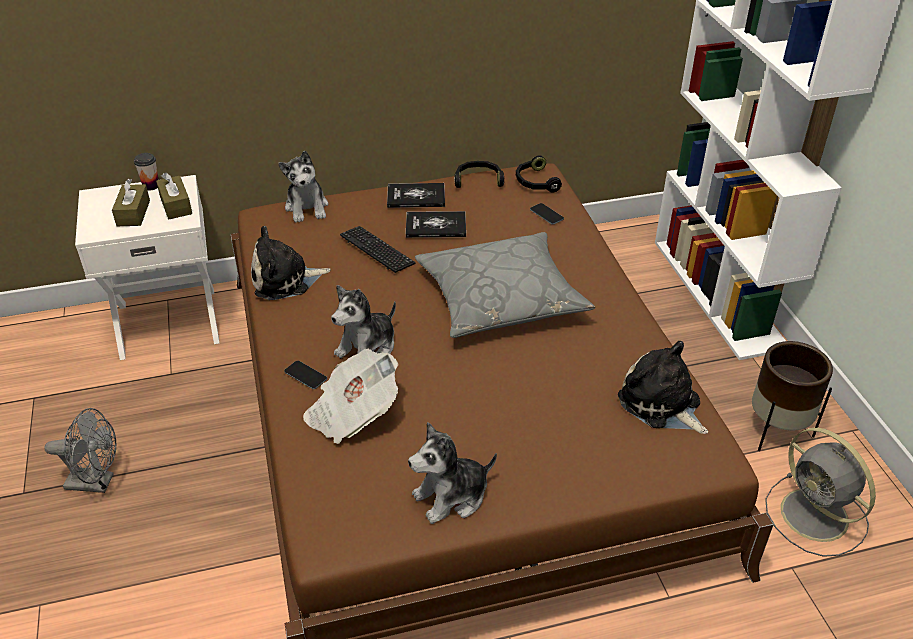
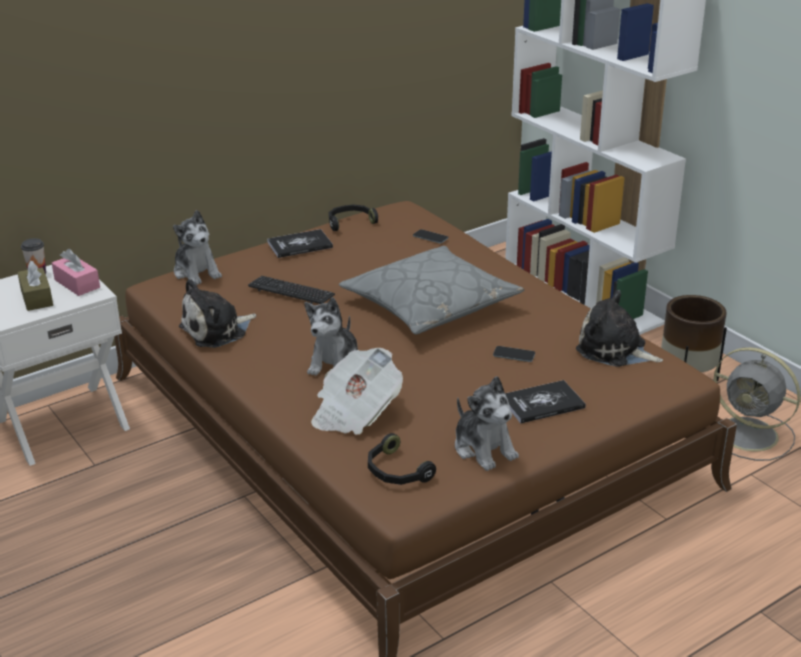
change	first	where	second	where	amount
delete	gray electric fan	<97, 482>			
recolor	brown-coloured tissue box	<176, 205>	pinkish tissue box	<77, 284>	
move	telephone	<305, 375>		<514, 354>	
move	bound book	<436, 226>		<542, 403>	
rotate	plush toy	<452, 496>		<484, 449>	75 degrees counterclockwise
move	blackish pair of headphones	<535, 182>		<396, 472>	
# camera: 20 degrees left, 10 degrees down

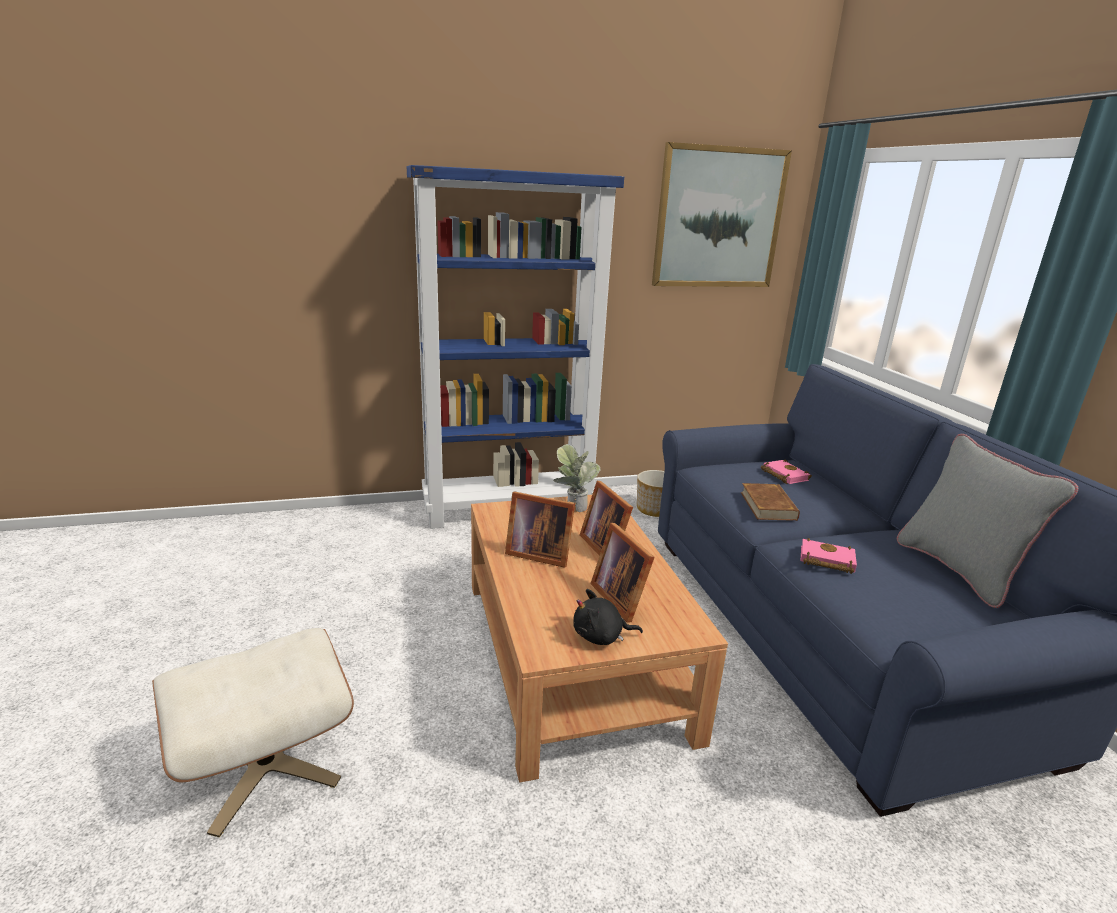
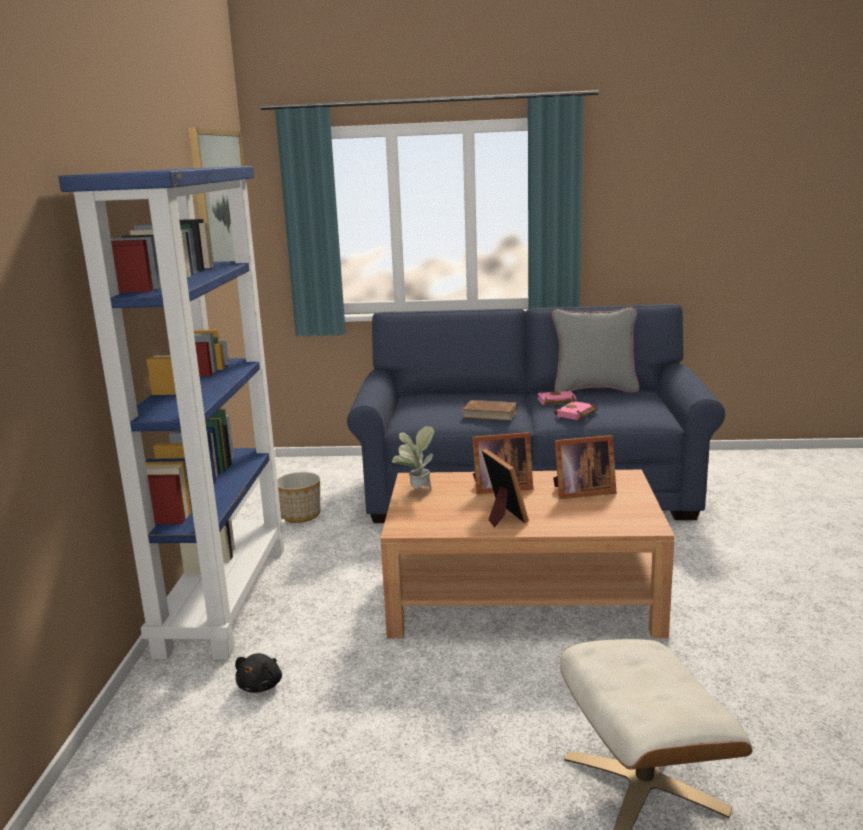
change	first	where	second	where	amount
rotate	standing frame	<537, 553>		<501, 514>	60 degrees counterclockwise
move	blackish plush toy	<601, 636>		<261, 685>	
move	pinkish bound book	<782, 475>		<556, 402>	
# camera: 70 degrees left, 5 degrees down

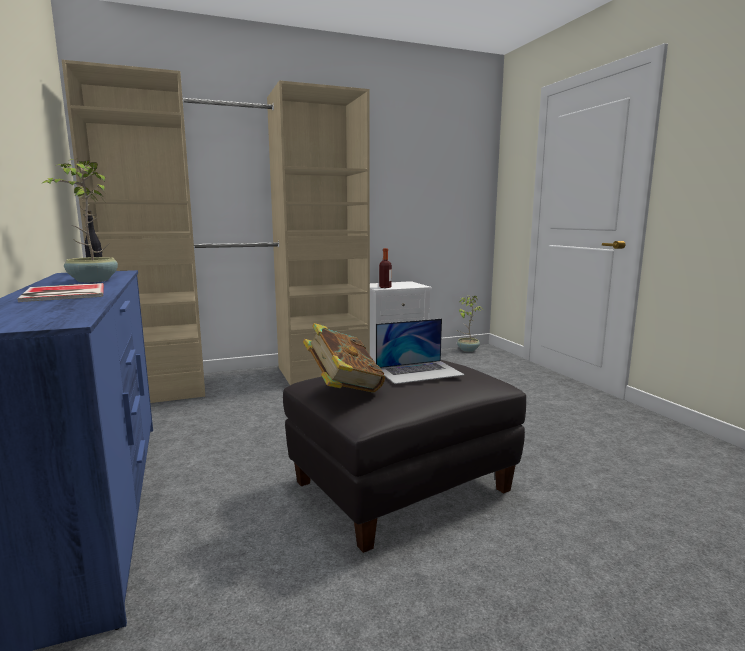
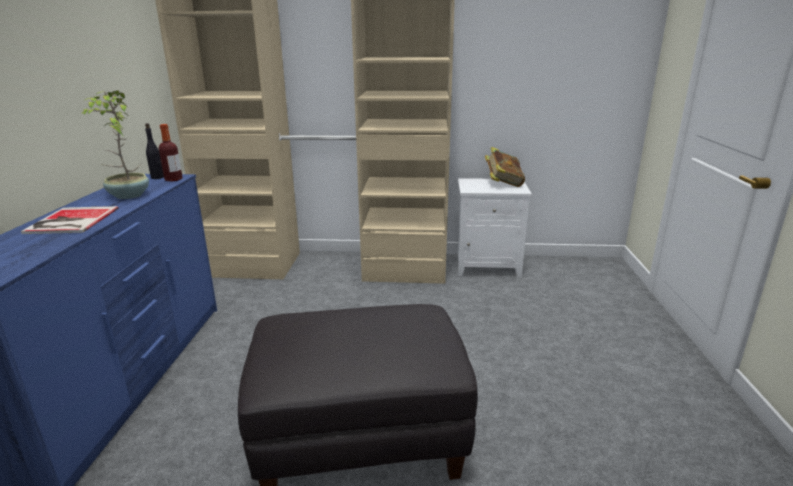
change	first	where	second	where	amount
move	bound book	<343, 388>		<503, 183>	
delete	laptop	<419, 371>			
move	beverage bottle	<385, 287>		<173, 179>	
delete	houseplant	<467, 350>			
# camera: 25 degrees right, 10 degrees up

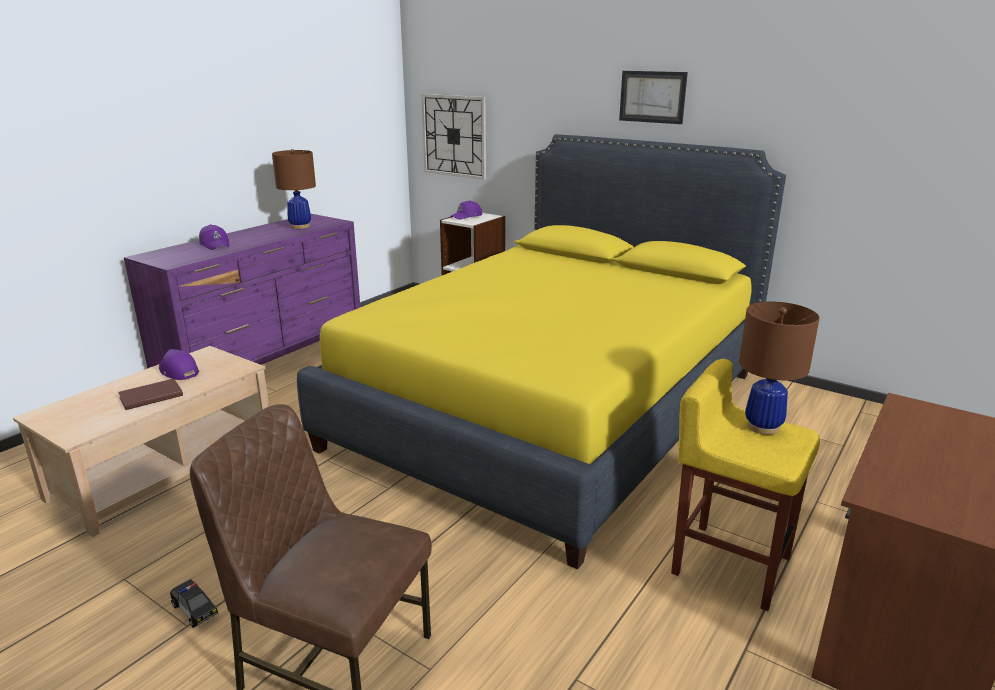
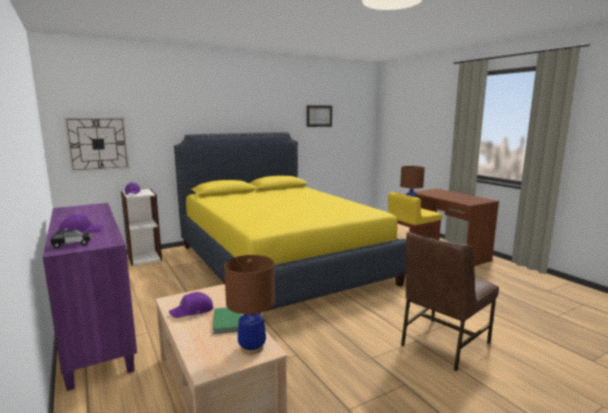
change	first	where	second	where	amount
recolor	brown-coloured bound book	<150, 396>	green-coloured bound book	<226, 322>	
move	toy car	<195, 610>		<71, 244>	
move	brown-coloured table lamp	<300, 226>		<252, 347>	
move	picture	<652, 97>		<319, 116>	
# camera: 65 degrees left, 10 degrees down

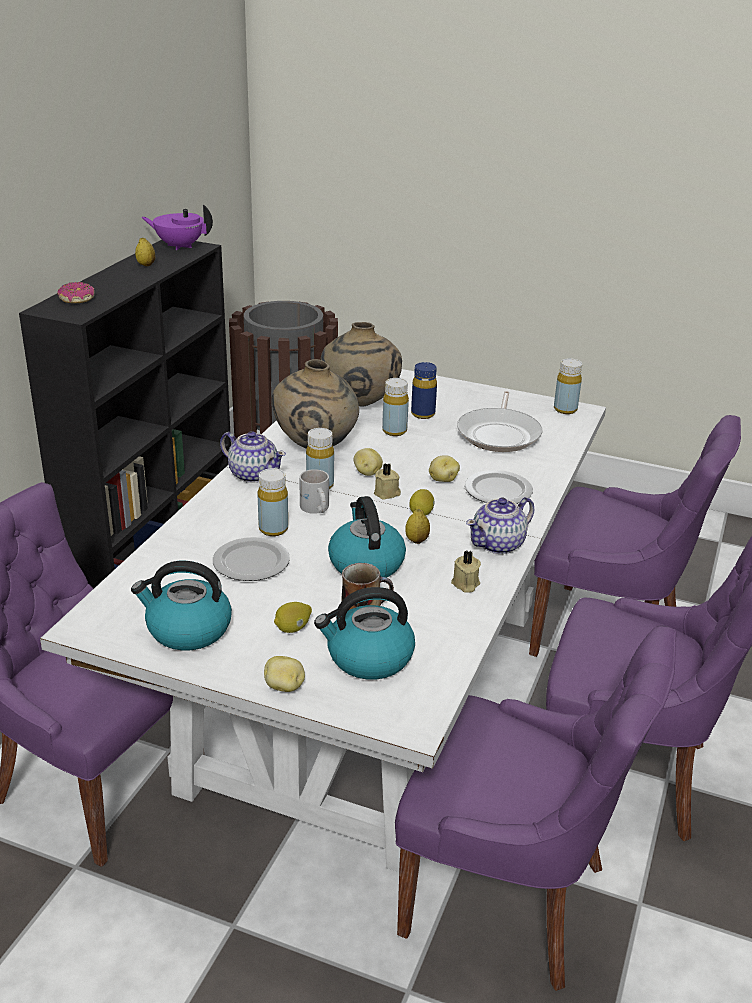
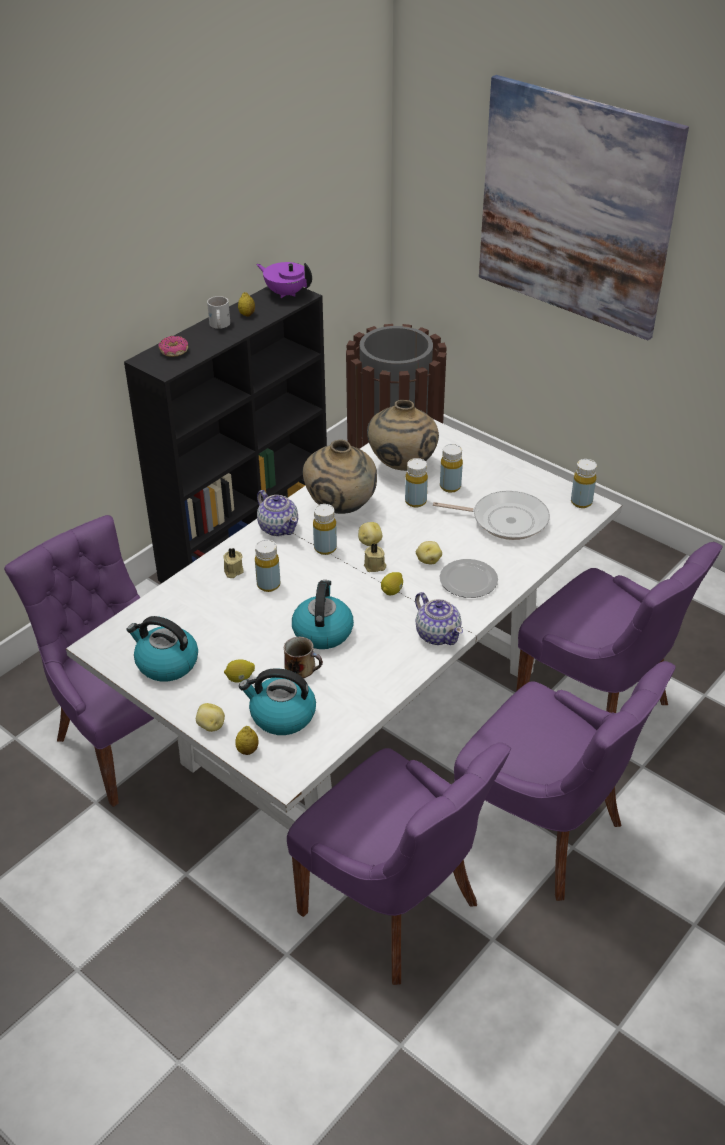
change	first	where	second	where	amount
delete	dinner plate	<252, 563>			
move	white-coloured coffee mug	<315, 509>		<218, 325>	
move	lemon	<417, 540>		<247, 750>	
recolor	bluish beverage bottle	<423, 414>	yellow beverage bottle	<450, 487>	
move	beige wax light	<465, 584>		<233, 571>	
rotate	pan	<499, 434>		<505, 520>	105 degrees counterclockwise
rotate	tea pot	<499, 544>		<437, 634>	105 degrees counterclockwise
insert			picture	<575, 208>	
# camera: 20 degrees right, 10 degrees up

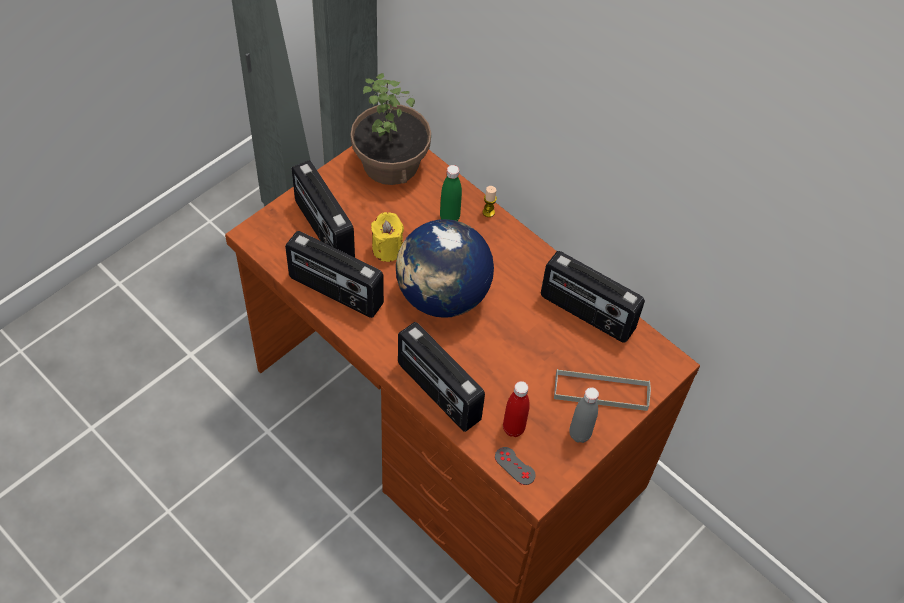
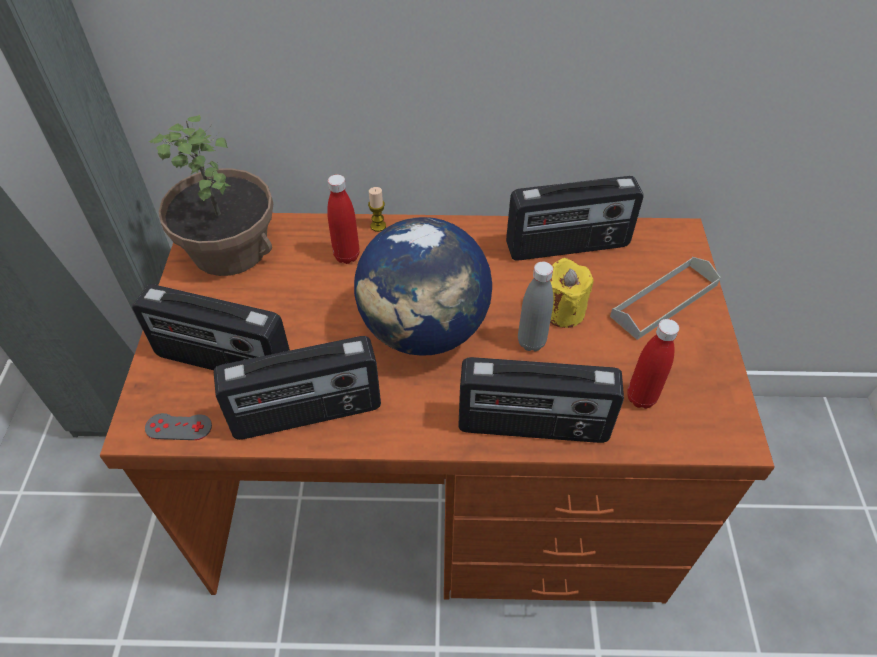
change	first	where	second	where	amount
move	yellow wax light	<387, 249>		<563, 311>	
recolor	green-coloured beverage bottle	<449, 218>	red-coloured beverage bottle	<347, 256>	
move	gray game controller	<515, 466>		<178, 427>	
move	gray beverage bottle	<579, 434>		<531, 342>	
# camera: 40 degrees left, 5 degrees down

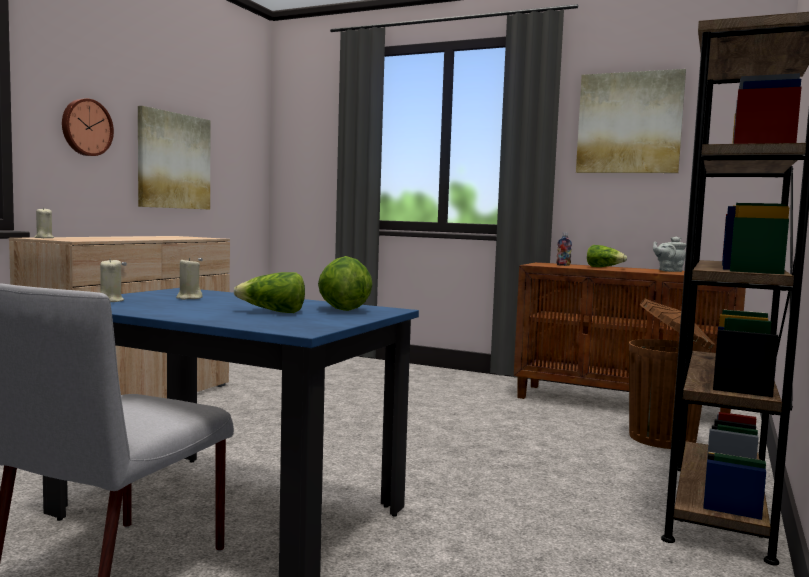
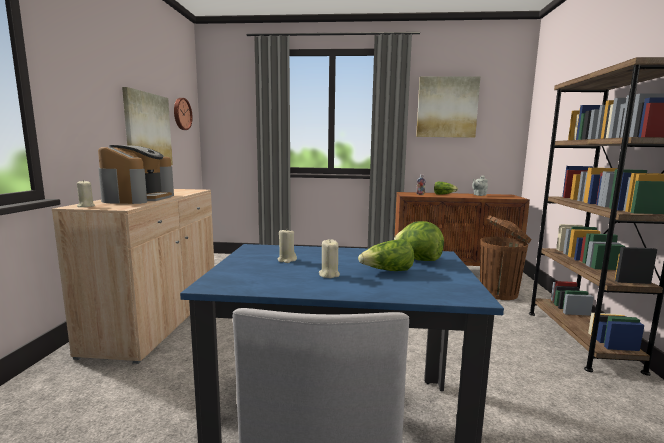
change	first	where	second	where	amount
move	clock on the wall	<86, 127>		<181, 114>	
move	beige wax light	<110, 301>		<329, 275>	
insert			coffee machine	<138, 198>	
# camera: 20 degrees left, 5 degrees up

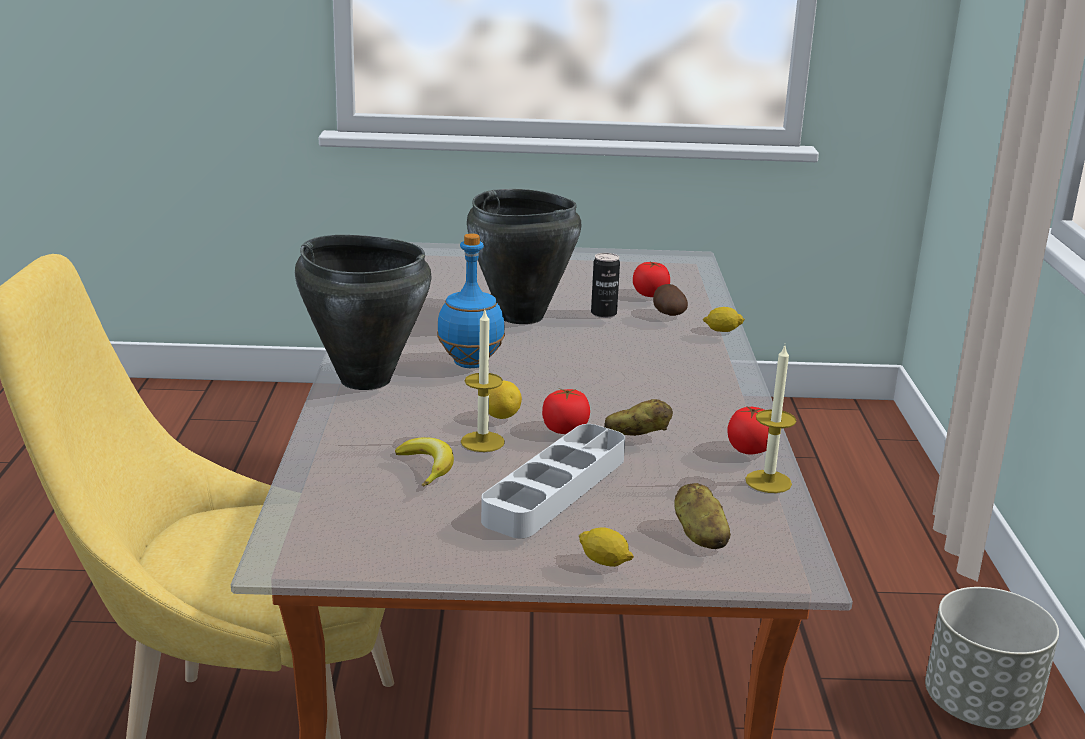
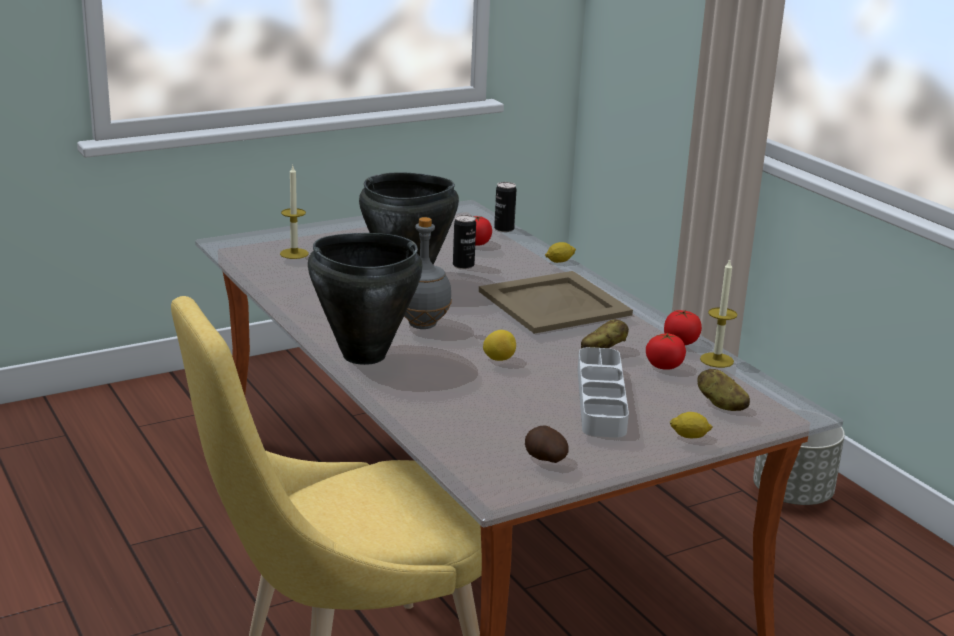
change	first	where	second	where	amount
delete	whole banana	<427, 467>			
recolor	bluish beverage bottle	<469, 363>	gray beverage bottle	<421, 325>	
move	wax light	<482, 442>		<294, 253>	
move	fresh tomato	<565, 429>		<664, 366>	
move	spud	<667, 314>		<544, 459>	
insert			beige carrying tray	<553, 303>	
insert			sealed can	<504, 229>	
# camera: 30 degrees left, 0 degrees up

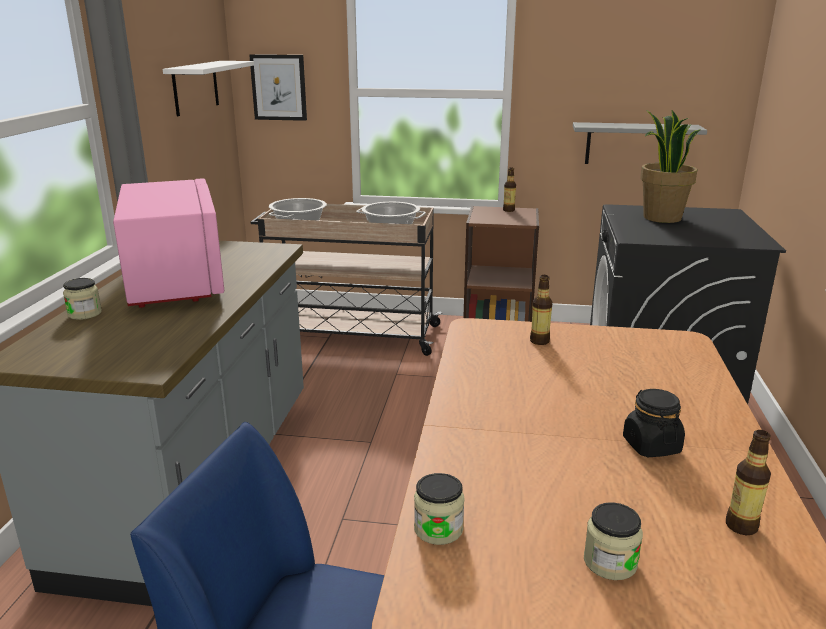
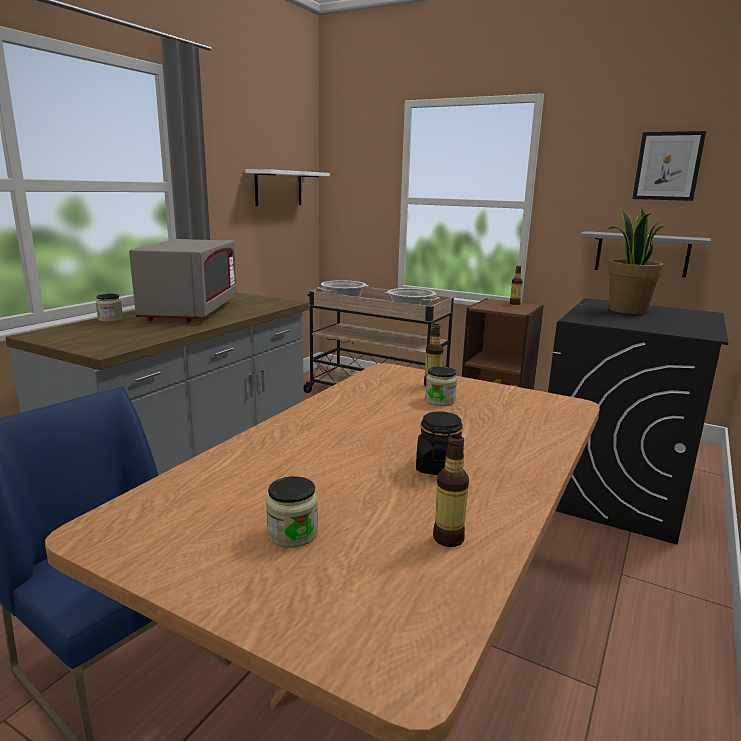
change	first	where	second	where	amount
recolor	pinkish microwave oven	<176, 281>	gray microwave oven	<191, 311>	
move	picture	<279, 87>		<668, 166>	
move	preserve jar	<438, 529>		<440, 401>	
# camera: 20 degrees right, 5 degrees down

